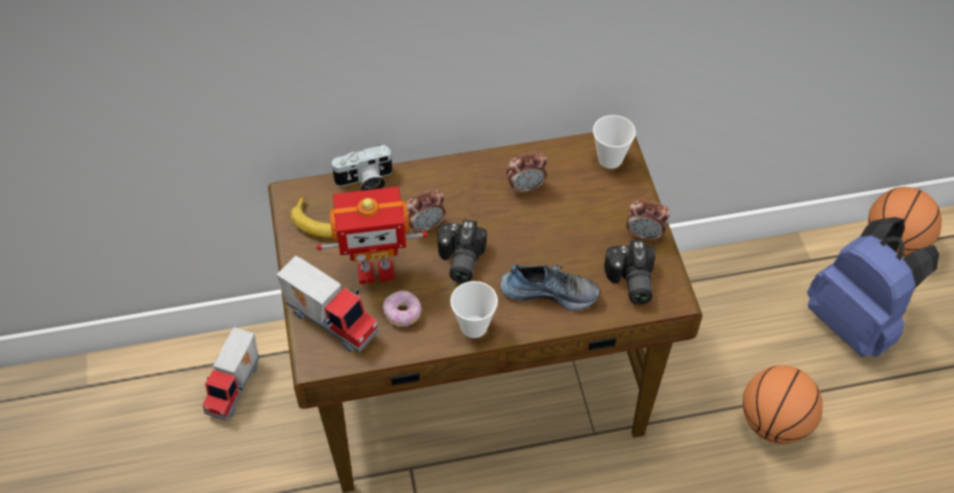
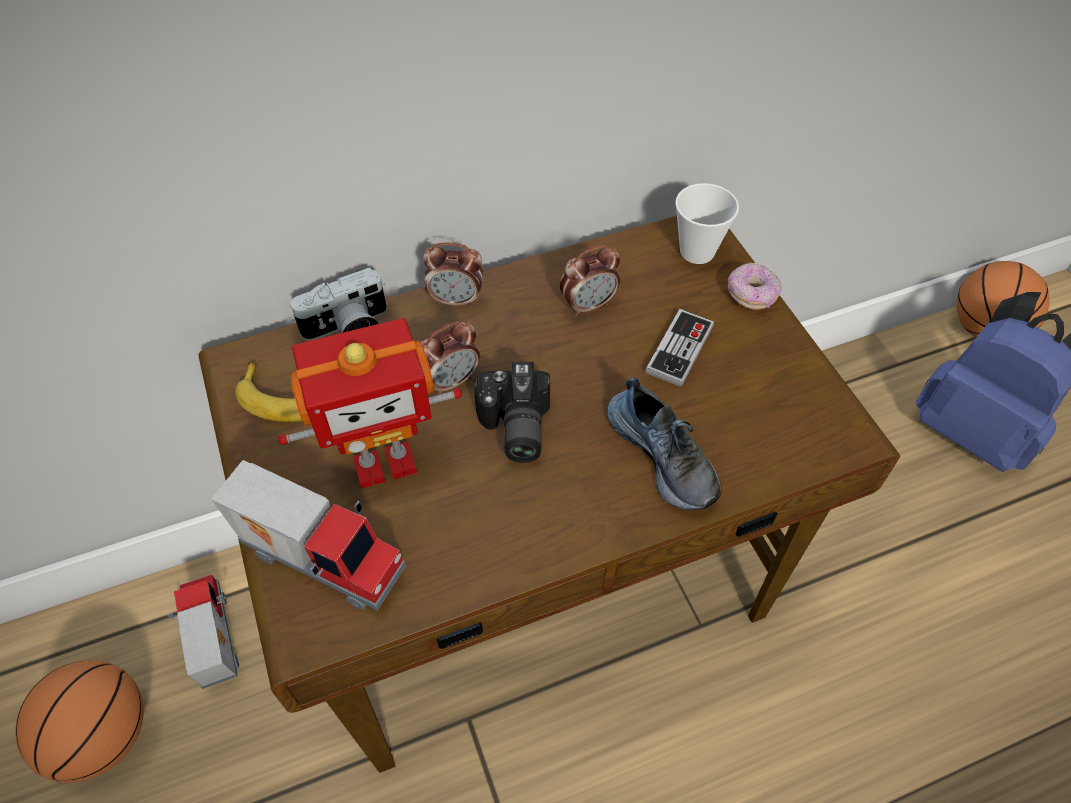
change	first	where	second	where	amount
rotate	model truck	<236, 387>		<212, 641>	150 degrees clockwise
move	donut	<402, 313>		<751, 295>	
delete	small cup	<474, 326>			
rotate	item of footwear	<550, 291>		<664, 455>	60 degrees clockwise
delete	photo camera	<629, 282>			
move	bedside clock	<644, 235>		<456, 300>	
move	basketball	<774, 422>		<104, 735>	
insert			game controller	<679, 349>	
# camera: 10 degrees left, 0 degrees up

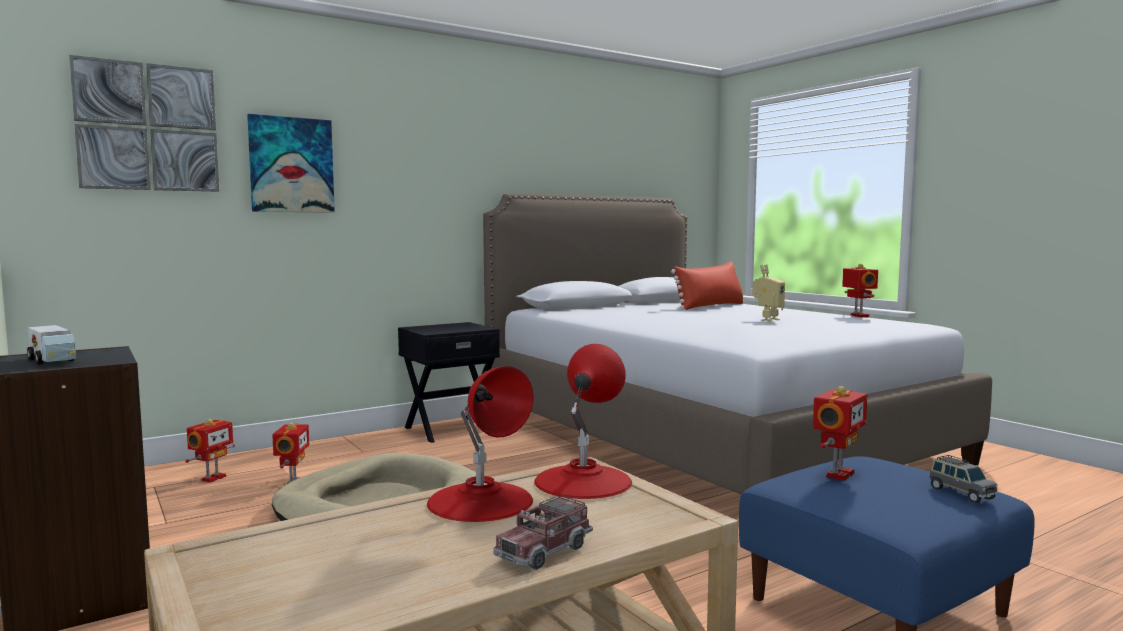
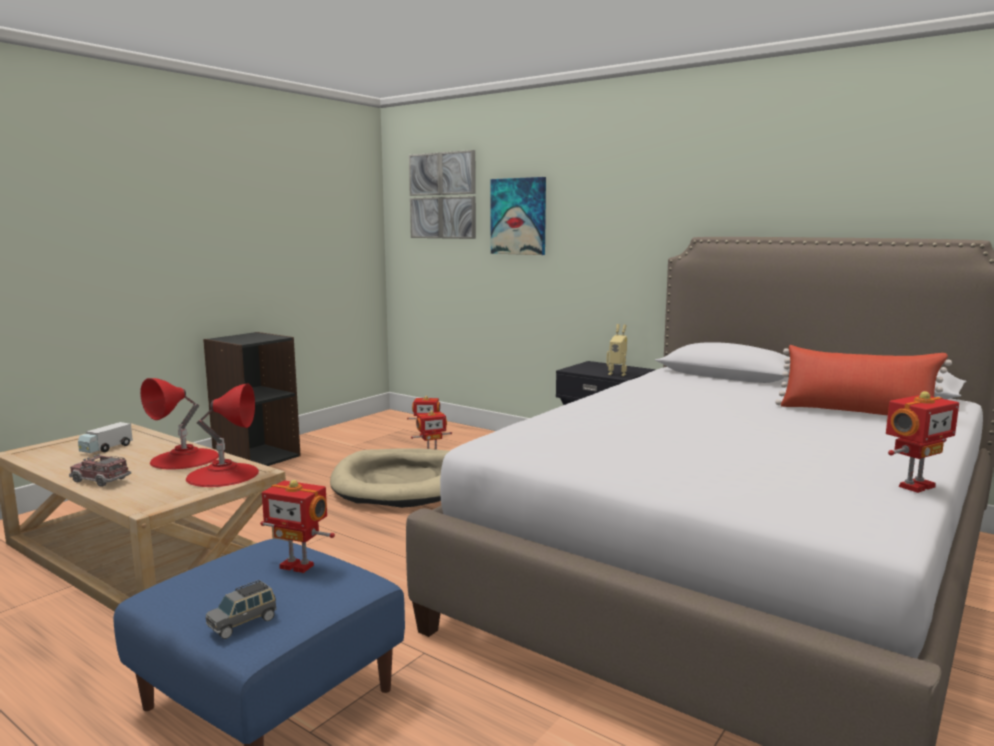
change	first	where	second	where	amount
move	model truck	<53, 361>		<106, 448>	
move	toy robot	<767, 320>		<617, 374>	
# camera: 70 degrees right, 5 degrees up

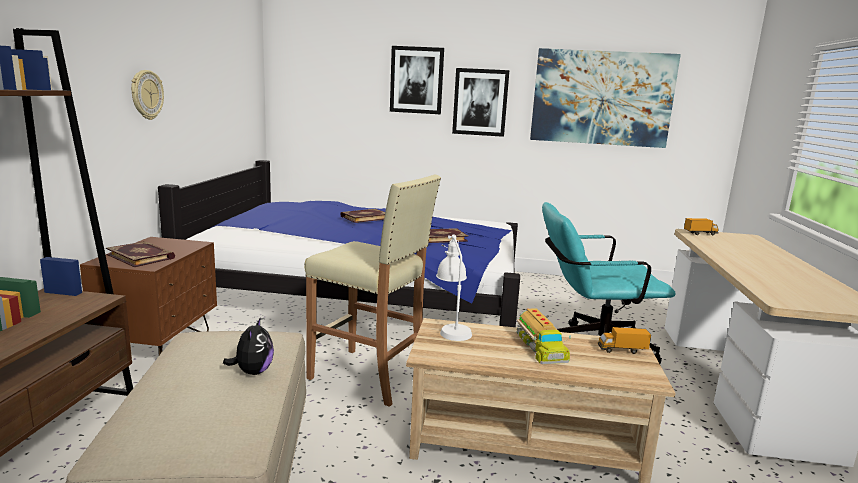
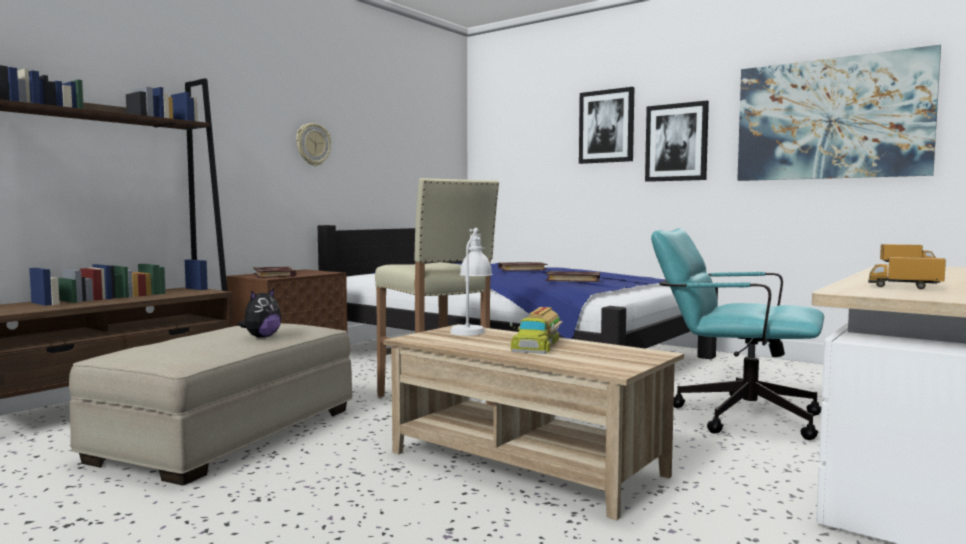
change	first	where	second	where	amount
move	model truck	<622, 350>		<904, 287>	
# camera: 30 degrees right, 10 degrees down

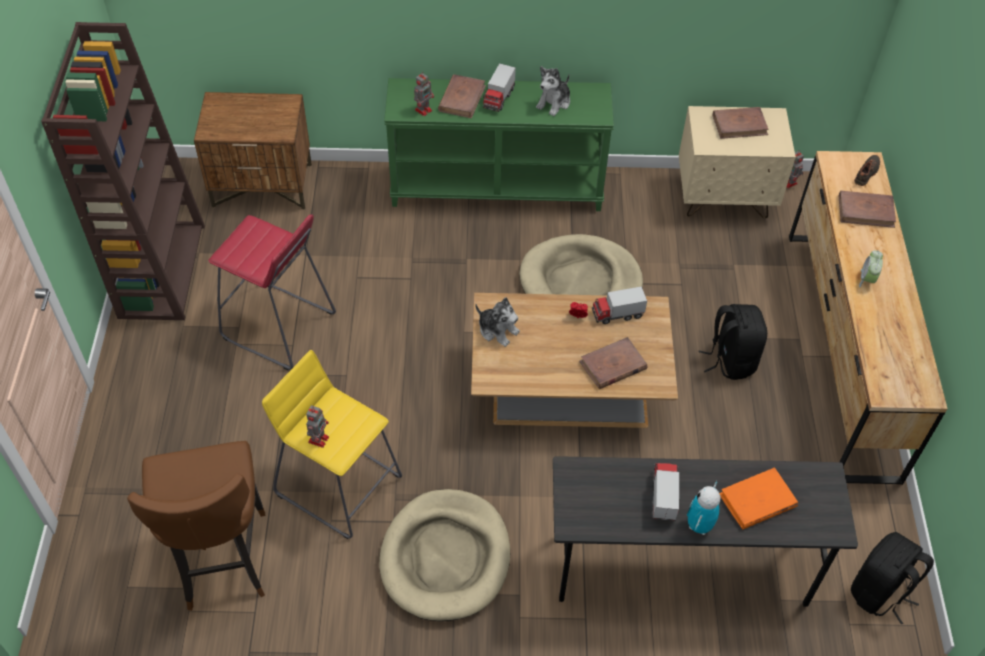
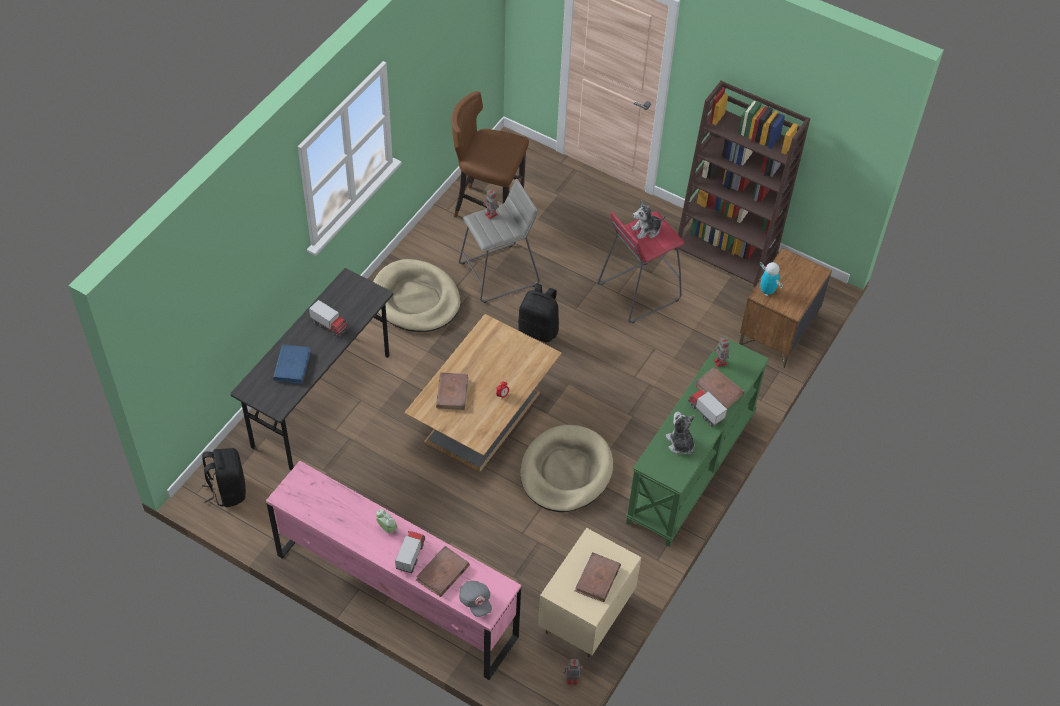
change	first	where	second	where	amount
recolor	yellow stool seat	<339, 484>	gray stool seat	<499, 274>	
move	plush toy	<497, 330>		<646, 230>	
move	model truck	<617, 314>		<410, 556>	
move	toy robot	<699, 526>		<767, 291>	
move	blackish backpack	<730, 359>		<539, 330>	
recolor	orange-coloured bound book	<757, 501>	bluish bound book	<292, 365>	
recolor	brown-coloured dresser	<840, 351>	pinkish dresser	<396, 595>	
replace	blackish item of footwear	<867, 173>	gray cap	<475, 601>	
# camera: 120 degrees right, 0 degrees up

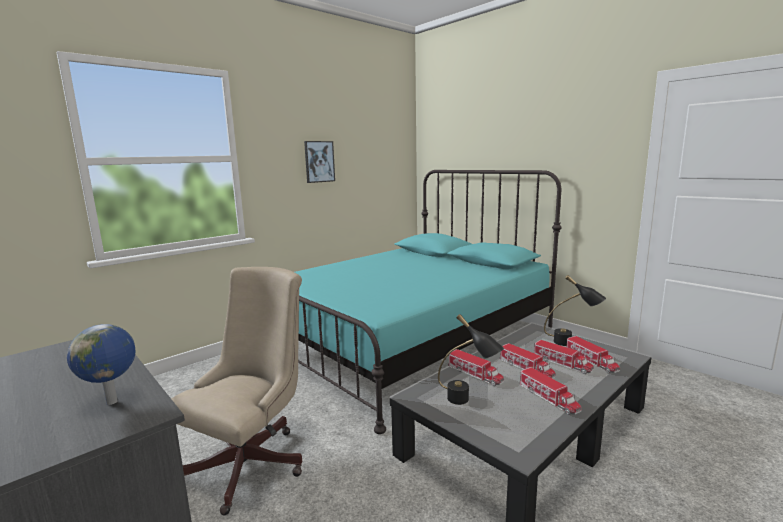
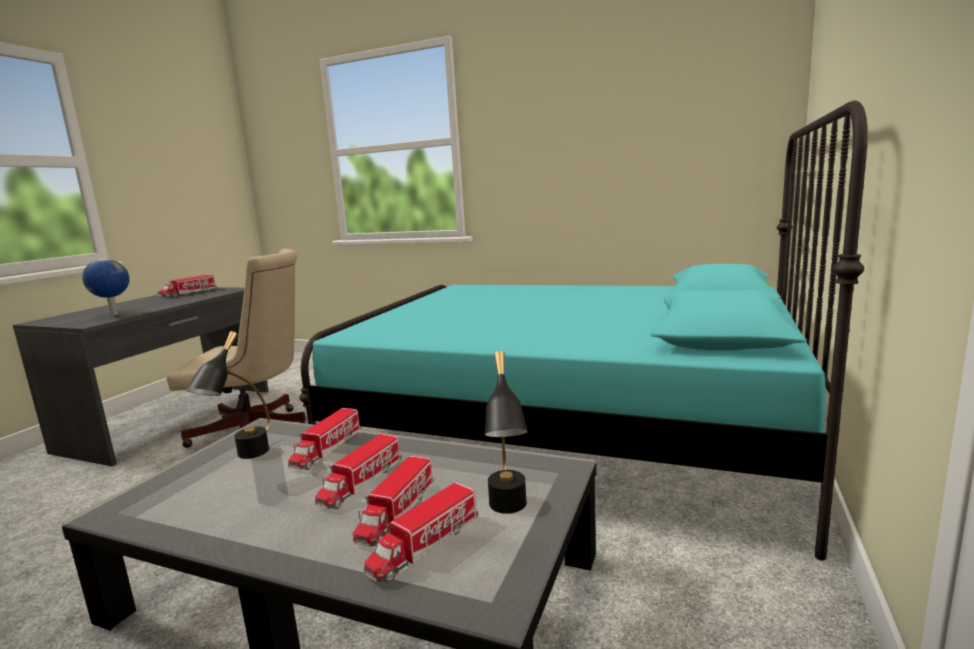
change	first	where	second	where	amount
delete	picture	<319, 161>			
move	model truck	<548, 398>		<188, 293>	
# camera: 65 degrees right, 0 degrees up

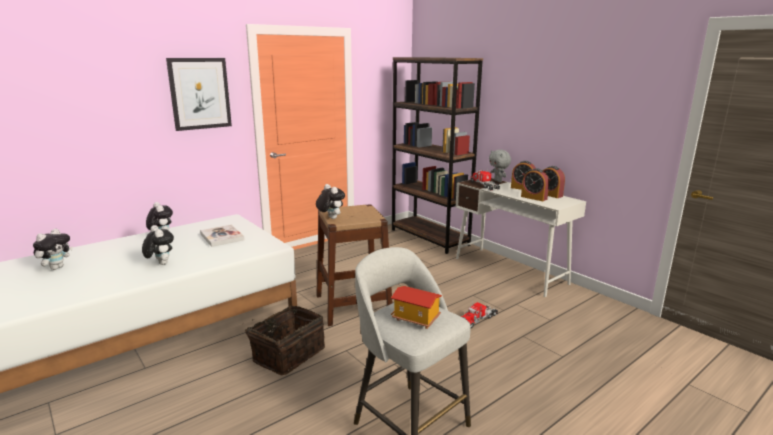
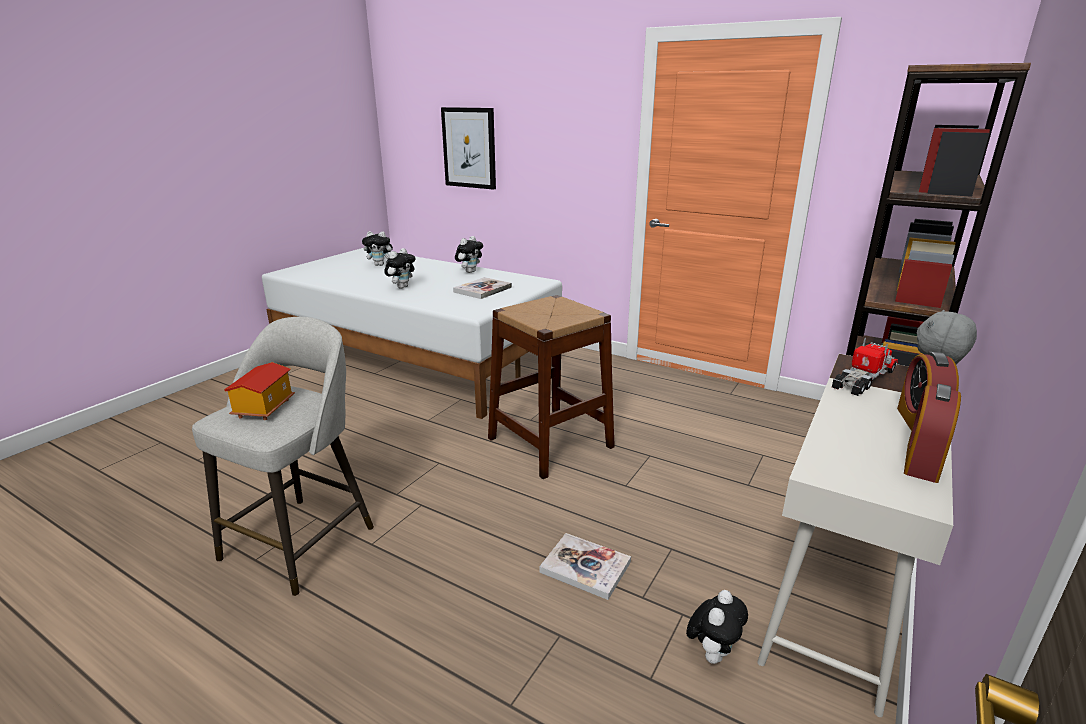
change	first	where	second	where	amount
move	picture	<200, 93>		<469, 148>	
delete	household basket	<287, 354>			
move	plush toy	<330, 218>		<712, 653>	
replace	model truck	<478, 319>	bound book	<585, 567>	
delete	bedside clock	<534, 198>			
# camera: 70 degrees right, 5 degrees up

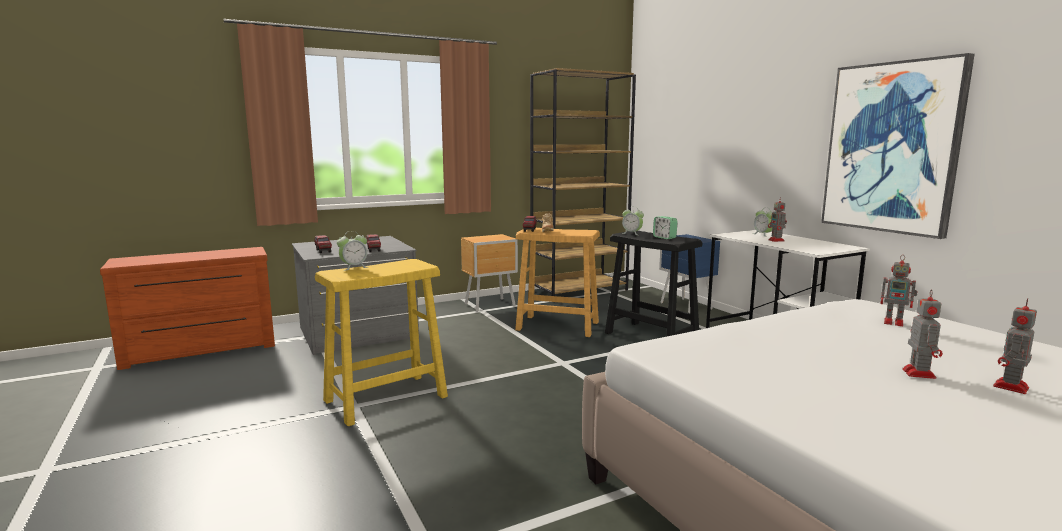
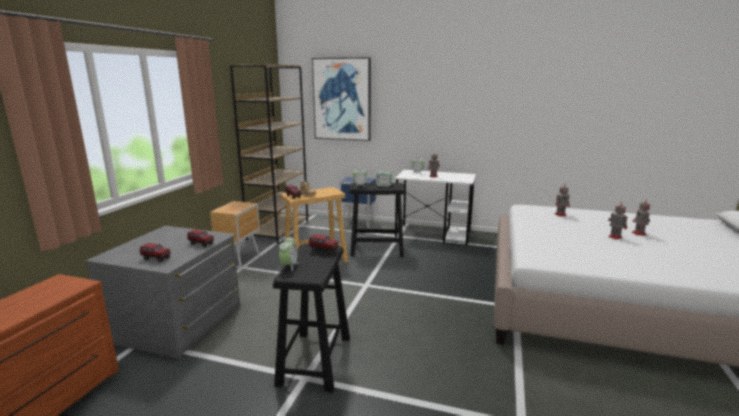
change	first	where	second	where	amount
recolor	yellow stool seat	<386, 398>	blackish stool seat	<315, 360>	
move	picture	<892, 148>		<342, 99>	
insert			model truck	<323, 250>	
# camera: 45 degrees left, 5 degrees up

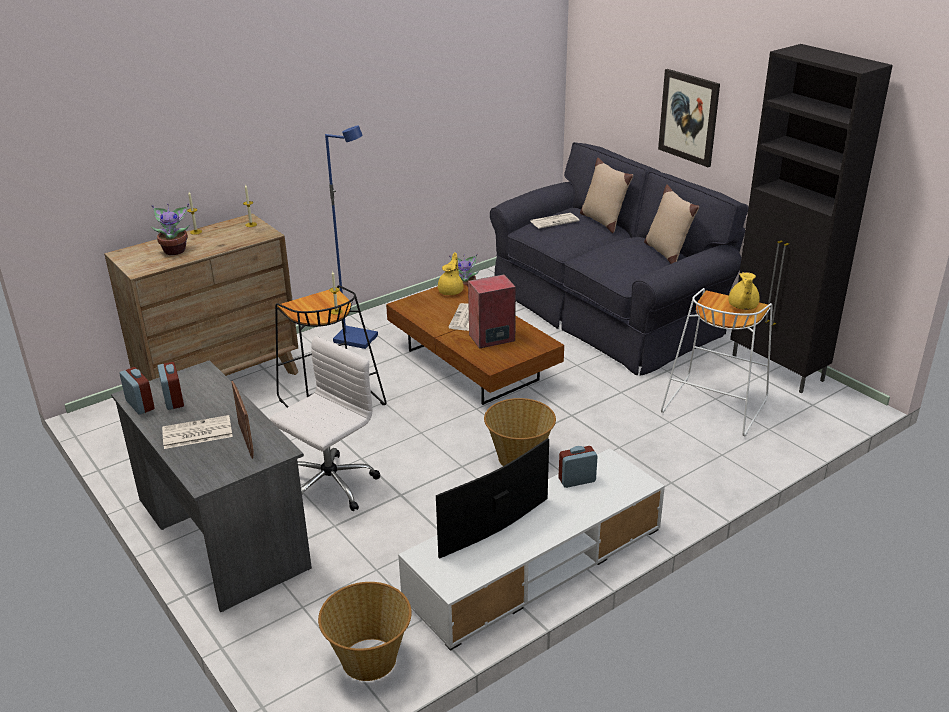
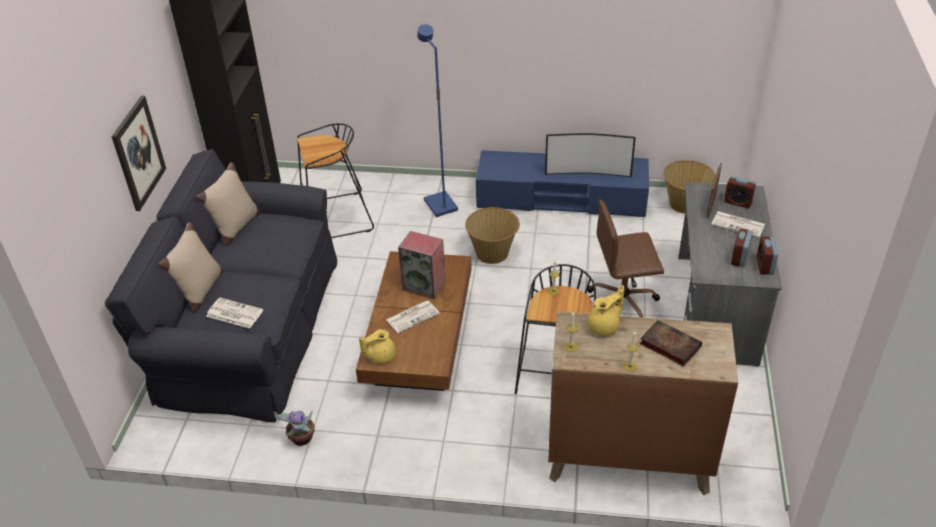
change	first	where	second	where	amount
replace	houseplant	<175, 250>	bound book	<668, 345>	
recolor	white-coloured desk chair	<329, 485>	brown-coloured desk chair	<623, 303>	
move	bluish standing lamp	<356, 339>		<439, 205>	
recolor	white-coloured media console	<535, 564>	bluish media console	<561, 198>	
move	bedside clock	<577, 480>		<738, 202>	
recolor	white-coloured stool seat	<714, 405>	blackish stool seat	<336, 217>	
move	yellow tea pot	<742, 306>		<604, 327>	
# camera: 135 degrees left, 10 degrees up

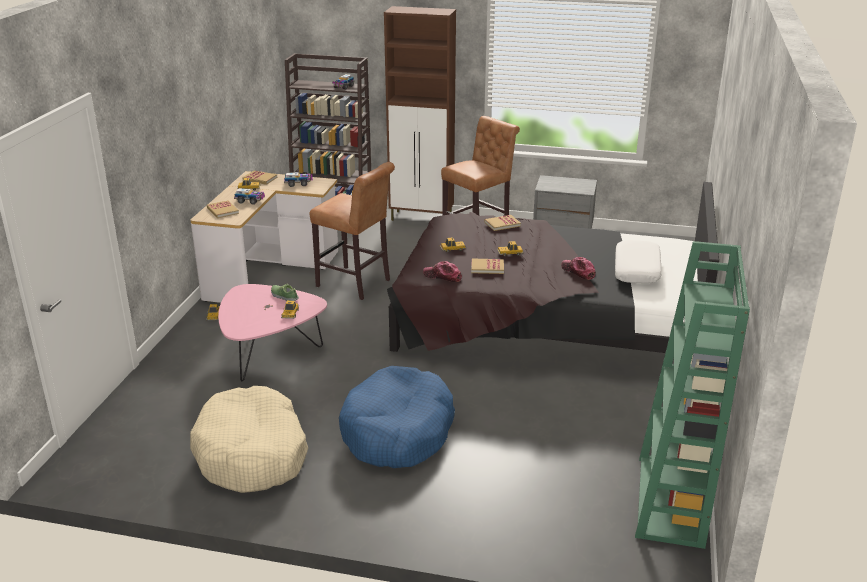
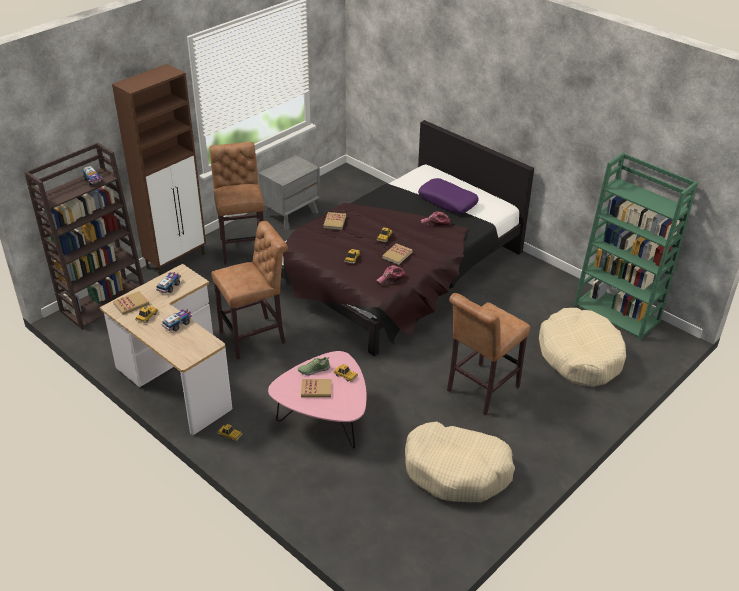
change	first	where	second	where	amount
move	bound book	<222, 210>		<316, 389>	
replace	bluish dog cushion	<397, 432>	brown-coloured stool seat	<480, 390>	
recolor	white-coloured throw pillow	<637, 270>	purplish throw pillow	<448, 201>	
insert			beige dog cushion	<580, 356>	
# camera: 60 degrees left, 10 degrees up

